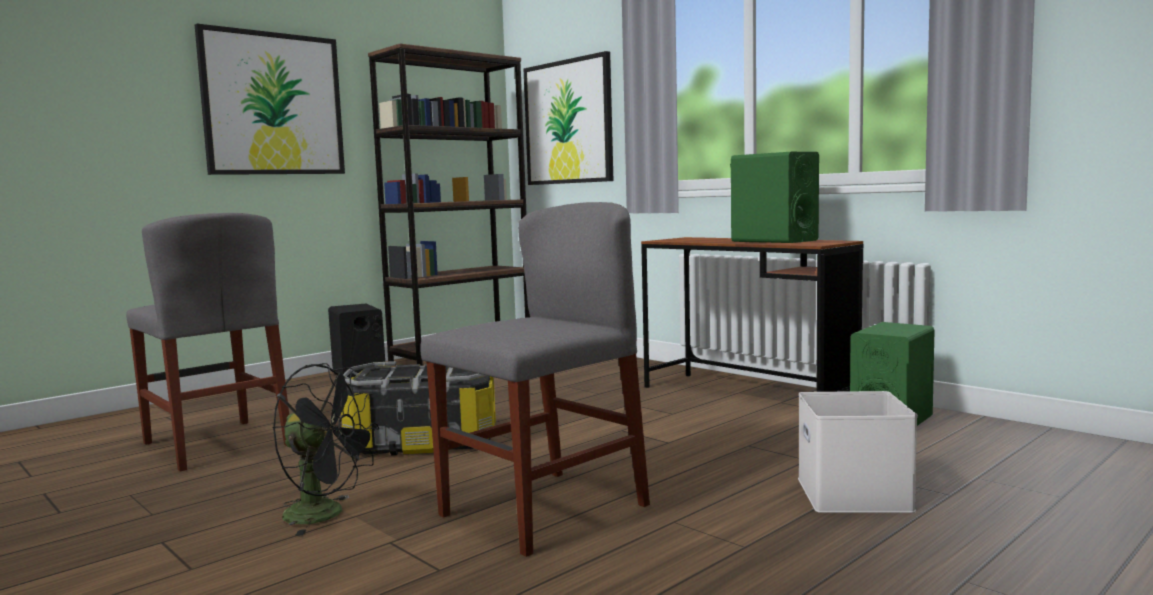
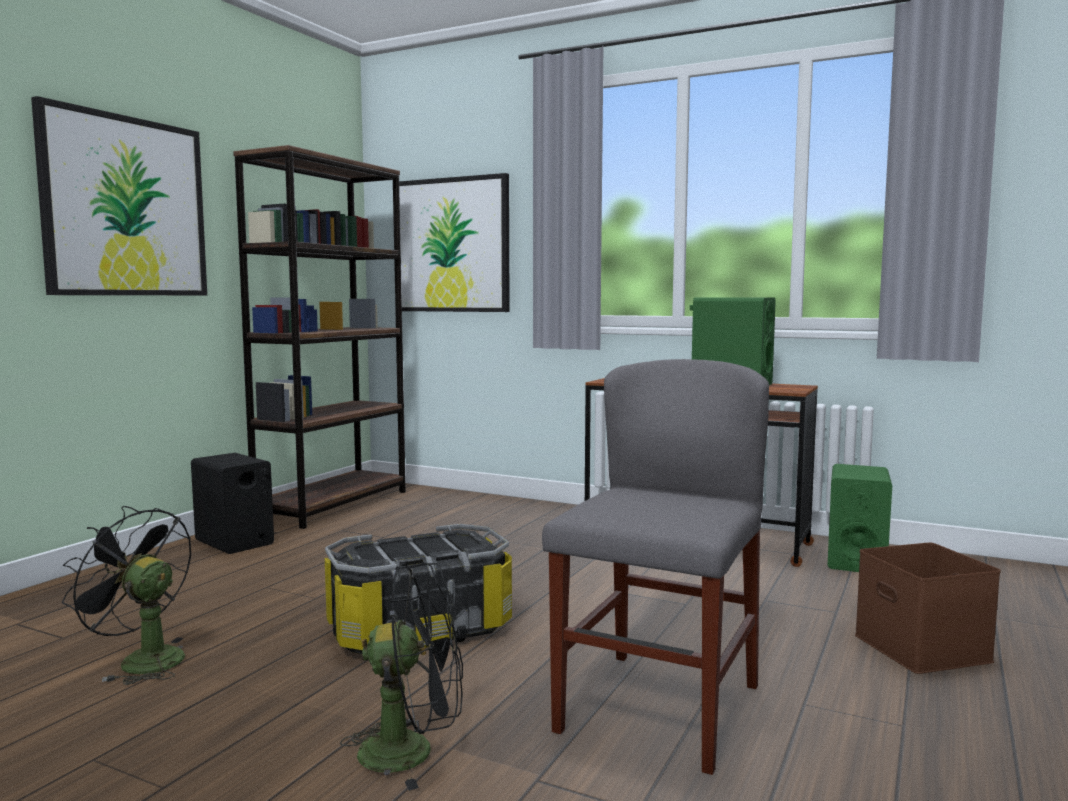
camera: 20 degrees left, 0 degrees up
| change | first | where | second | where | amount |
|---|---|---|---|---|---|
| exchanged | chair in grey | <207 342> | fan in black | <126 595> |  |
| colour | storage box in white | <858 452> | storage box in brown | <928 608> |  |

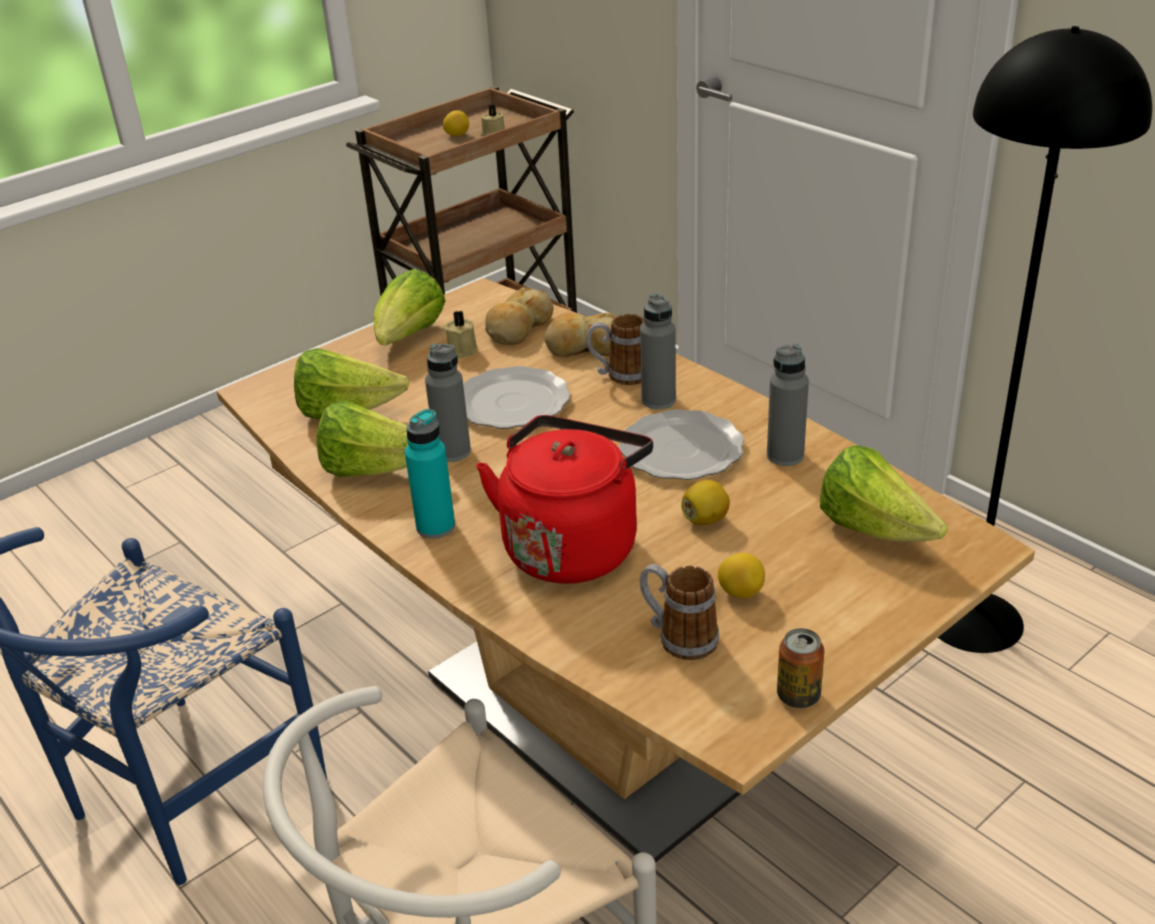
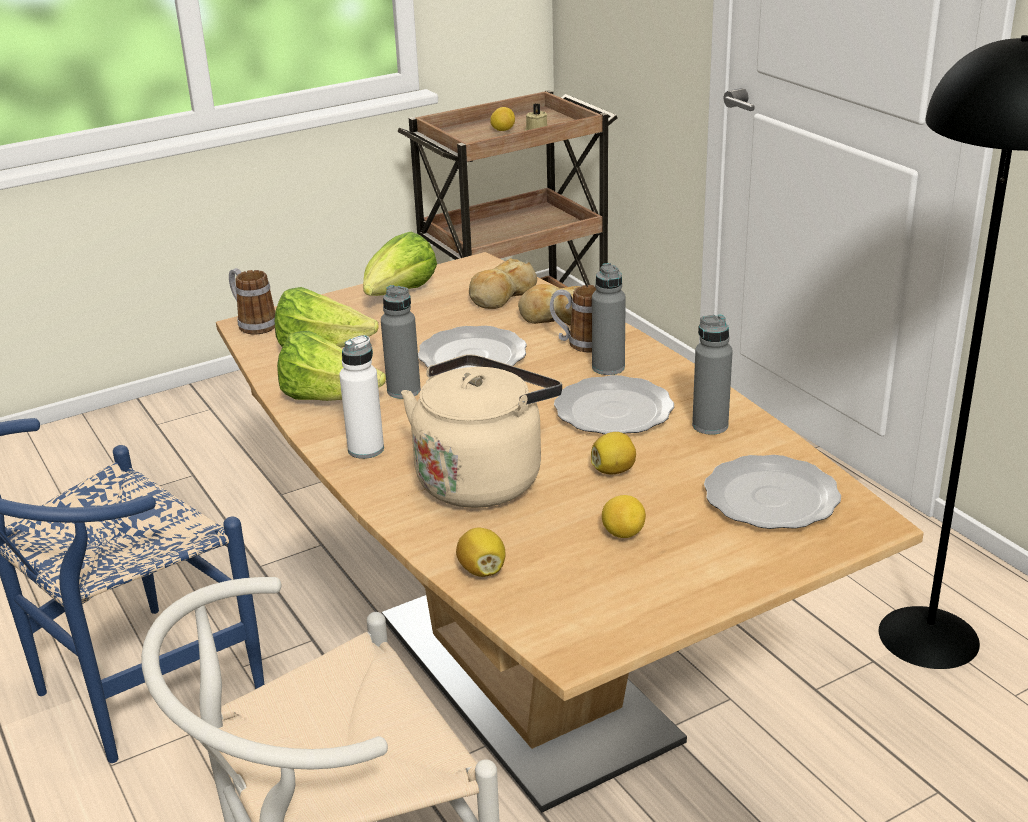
camera: 10 degrees right, 5 degrees down
| change | first | where | second | where | amount |
|---|---|---|---|---|---|
| colour | bottle in turquoise | <430 474> | bottle in white | <361 397> |  |
| missing | candle in beige | <461 334> |  |  |  |
| colour | kettle in red | <564 499> | kettle in beige | <481 431> |  |
| relocated | mug | <679 612> |  | <252 301> |  |
| missing | can | <800 668> |  |  |  |
| exchanged | lettuce | <884 493> | plate | <772 492> |  |
| appeared |  |  | lemon | <480 552> |  |

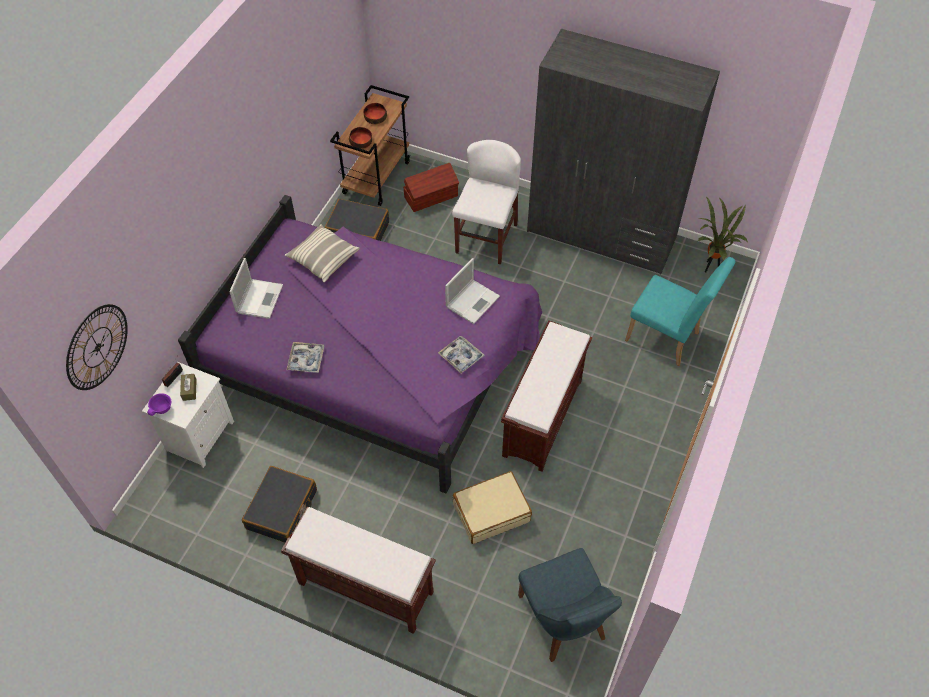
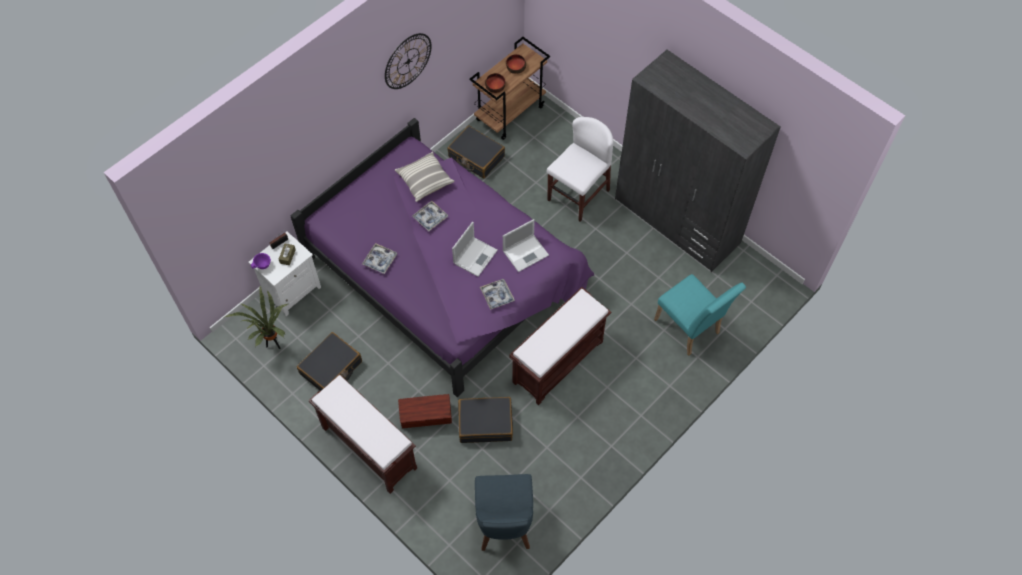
camera: 20 degrees right, 5 degrees up
| change | first | where | second | where | amount |
|---|---|---|---|---|---|
| relocated | wall clock | <97 347> |  | <408 61> |  |
| relocated | laptop | <256 288> |  | <475 249> |  |
| relocated | storage box in brown | <431 187> |  | <425 411> |  |
| colour | suitcase in beige | <492 507> | suitcase in black | <485 420> |  |
| relocated | potted plant | <723 234> |  | <256 317> |  |
| appeared |  |  | tray | <430 216> |  |

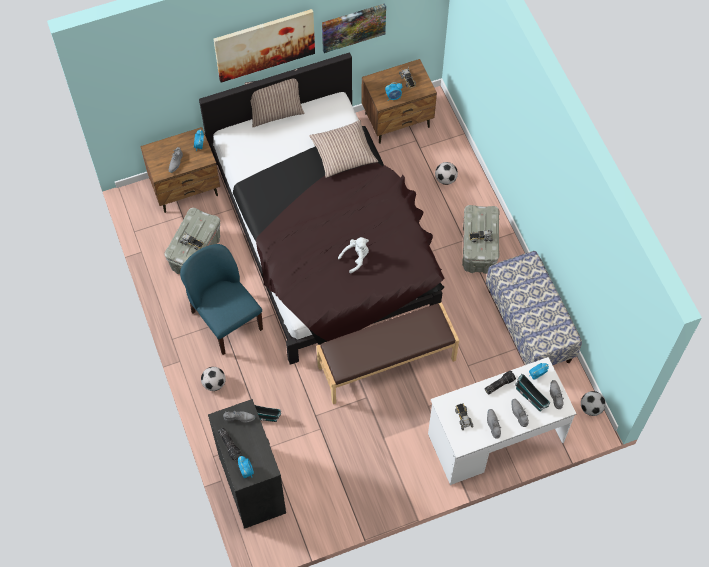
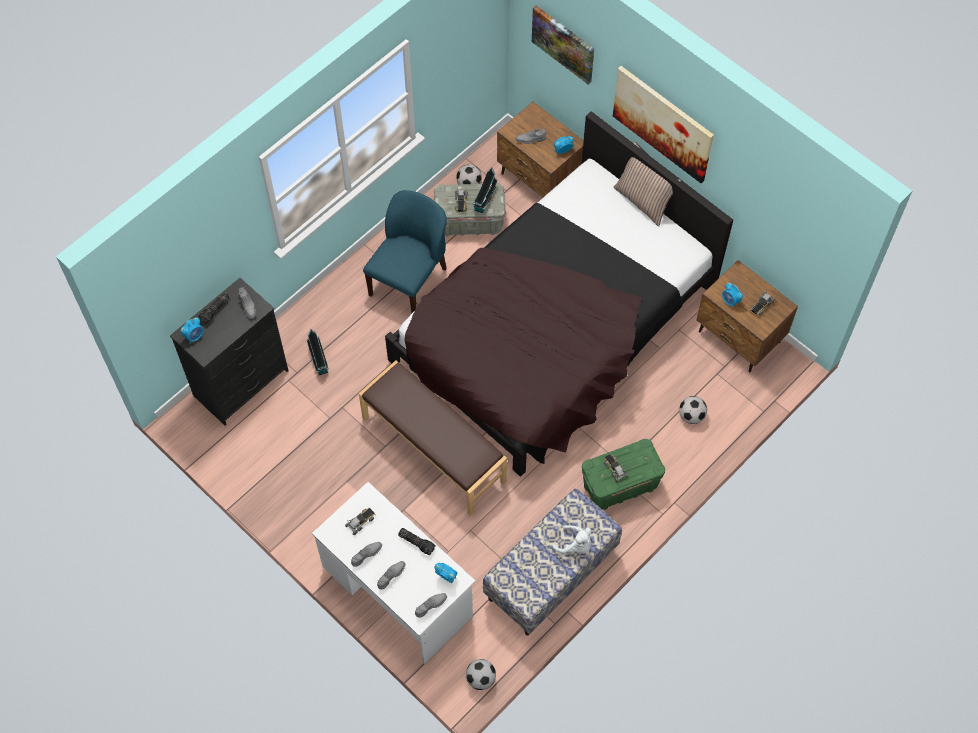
camera: 65 degrees right, 0 degrees up
| change | first | where | second | where | amount |
|---|---|---|---|---|---|
| relocated | football | <213 379> |  | <469 174> |  |
| missing | pillow | <343 149> |  |  |  |
| relocated | picture | <354 28> |  | <563 45> |  |
| relocated | plush toy in white | <353 255> |  | <571 539> |  |
| colour | storage box in grey | <481 239> | storage box in green | <623 474> |  |
| relocated | toy house | <532 392> |  | <485 190> |  |

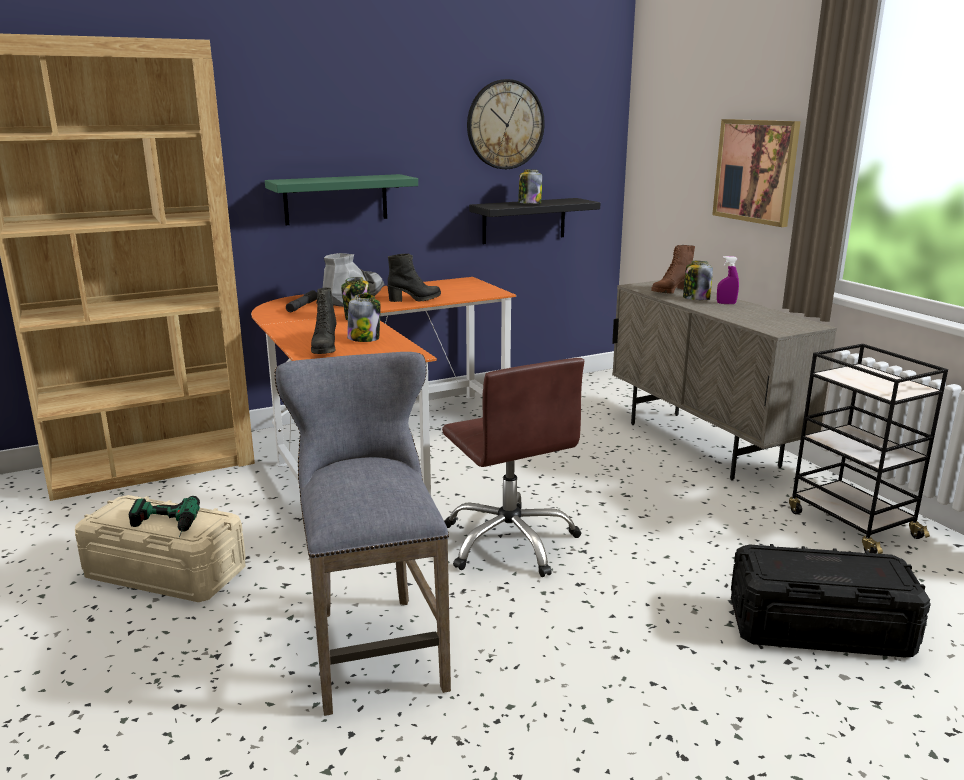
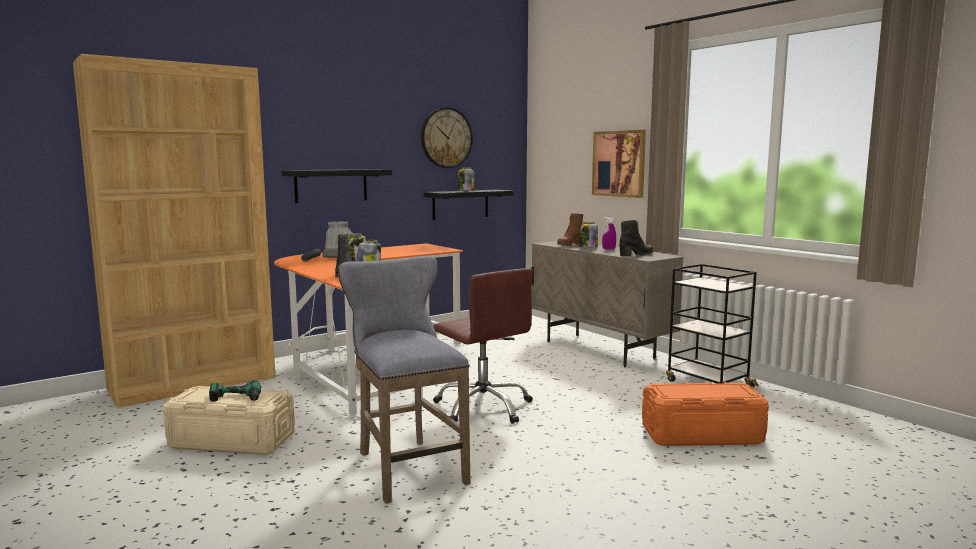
camera: 10 degrees left, 10 degrees down
| change | first | where | second | where | amount |
|---|---|---|---|---|---|
| colour | shelf in green | <341 199> | shelf in black | <336 186> |  |
| relocated | boot in black | <414 278> |  | <636 238> |  |
| colour | storage box in black | <831 600> | storage box in orange | <705 414> |  |

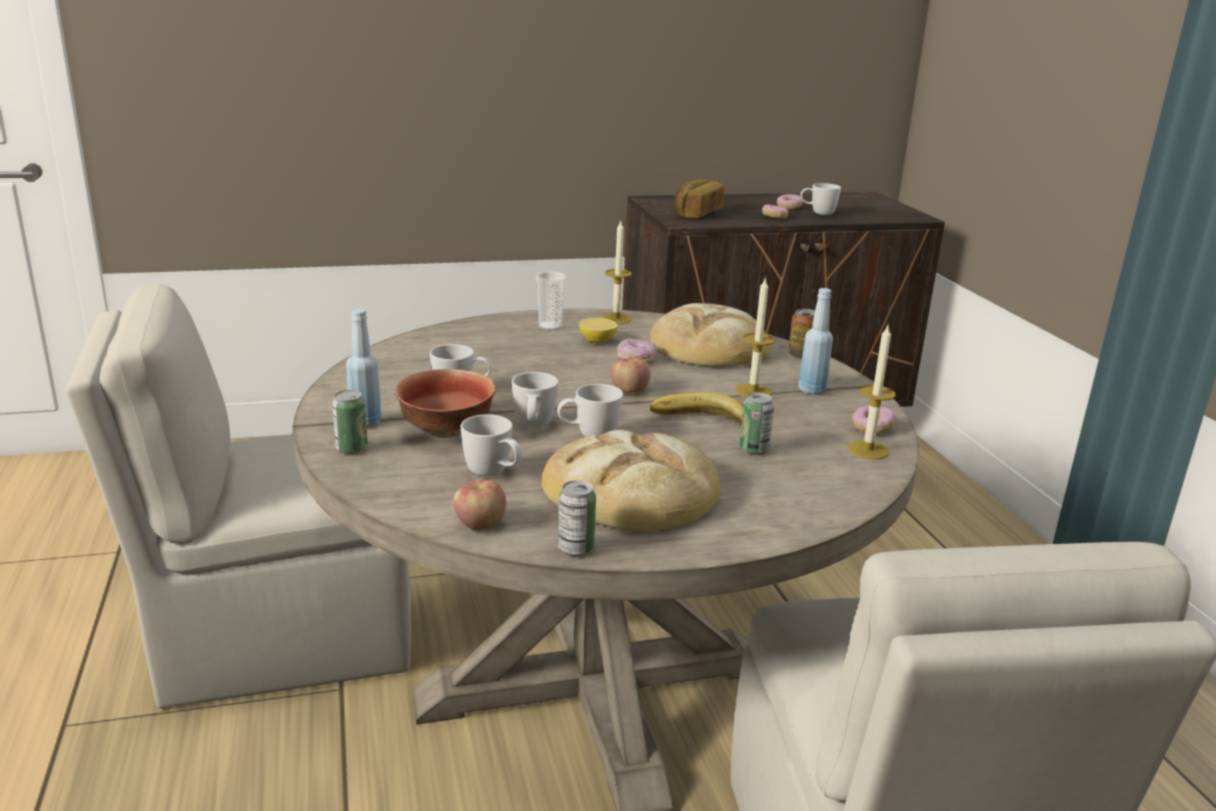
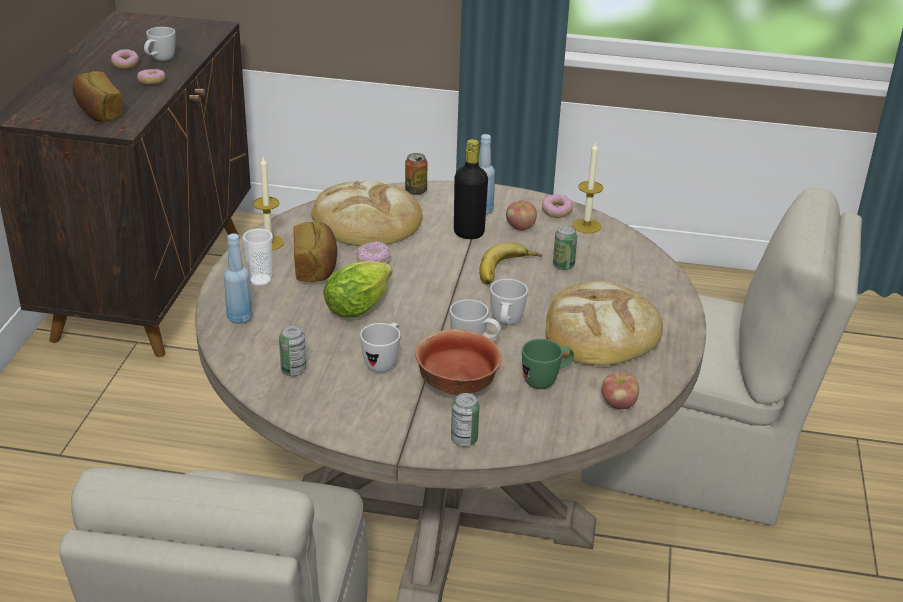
camera: 65 degrees left, 10 degrees up
| change | first | where | second | where | amount |
|---|---|---|---|---|---|
| relocated | bottle in blue | <363 368> |  | <238 278> |  |
| colour | mug in white | <491 445> | mug in green | <548 364> |  |
| relocated | can | <577 518> |  | <292 351> |  |
| exchanged | lemon | <598 330> | bread | <315 252> |  |
| relocated | apple | <631 375> |  | <521 216> |  |
| exchanged | candle | <755 337> | bottle in black | <471 189> |  |
| appeared |  |  | lettuce | <357 289> |  |

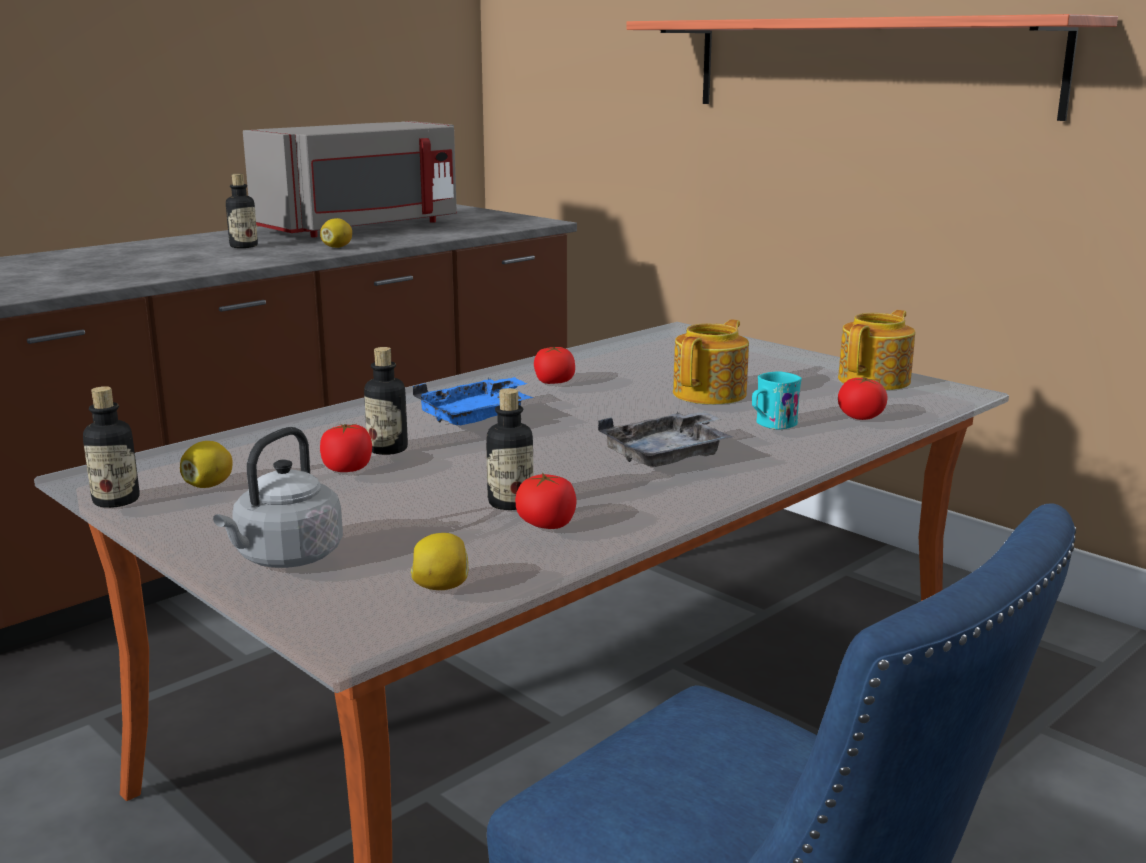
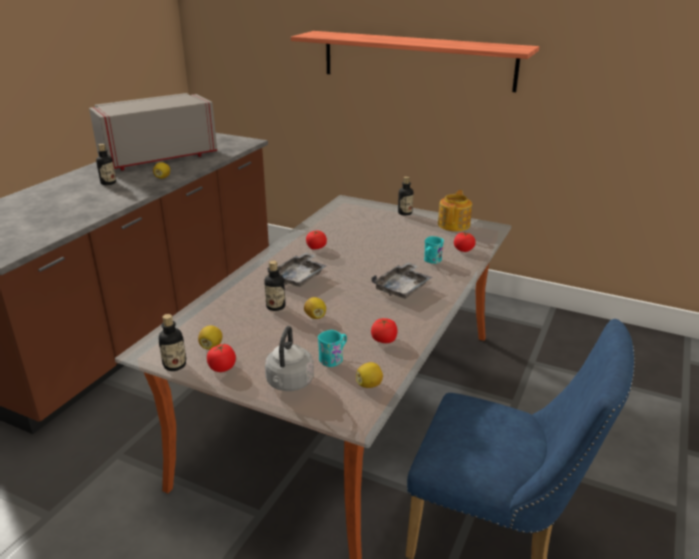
camera: 20 degrees left, 10 degrees up
| change | first | where | second | where | amount |
|---|---|---|---|---|---|
| spun | microwave in grey | <350 179> |  | <153 132> | 150 degrees counterclockwise |
| relocated | tomato | <346 448> |  | <221 358> |  |
| colour | tray in blue | <473 401> | tray in grey | <297 269> |  |
| relocated | bottle | <509 449> |  | <405 195> |  |
| missing | teapot | <711 361> |  |  |  |
| appeared |  |  | lemon | <315 308> |  |
| appeared |  |  | mug in turquoise | <332 348> |  |

